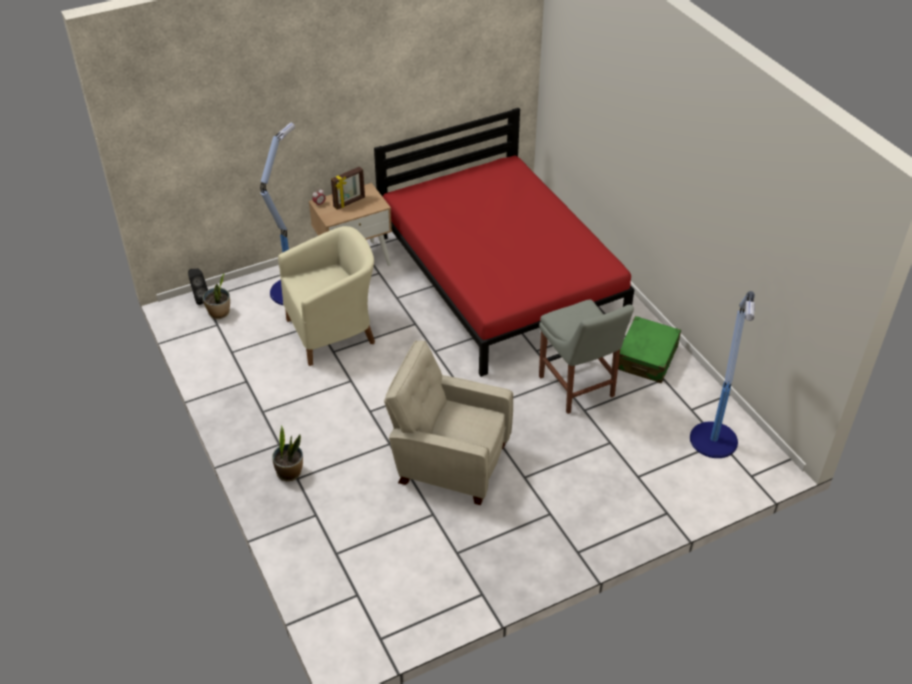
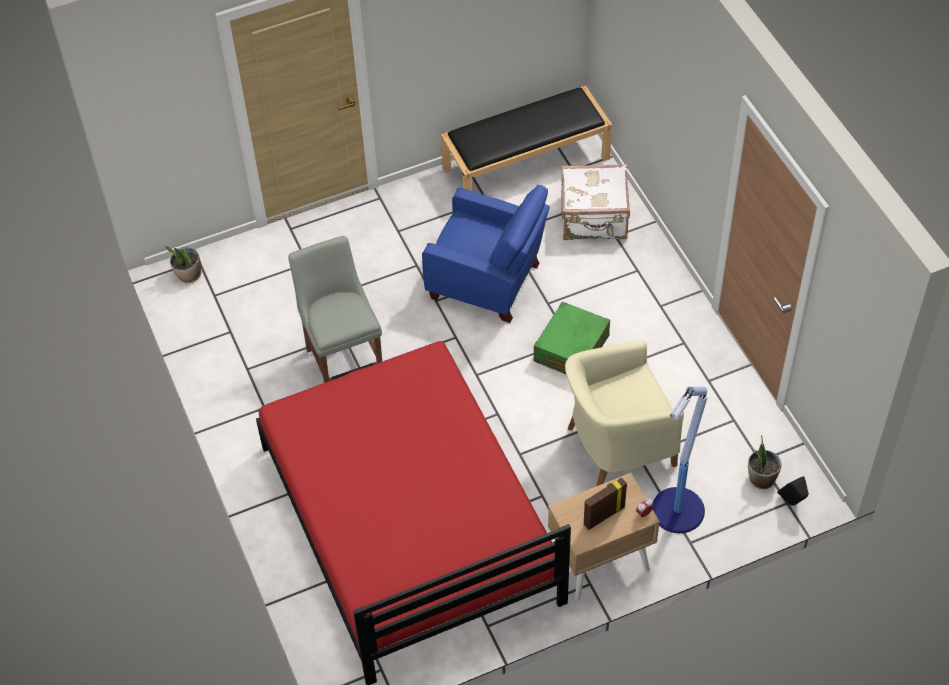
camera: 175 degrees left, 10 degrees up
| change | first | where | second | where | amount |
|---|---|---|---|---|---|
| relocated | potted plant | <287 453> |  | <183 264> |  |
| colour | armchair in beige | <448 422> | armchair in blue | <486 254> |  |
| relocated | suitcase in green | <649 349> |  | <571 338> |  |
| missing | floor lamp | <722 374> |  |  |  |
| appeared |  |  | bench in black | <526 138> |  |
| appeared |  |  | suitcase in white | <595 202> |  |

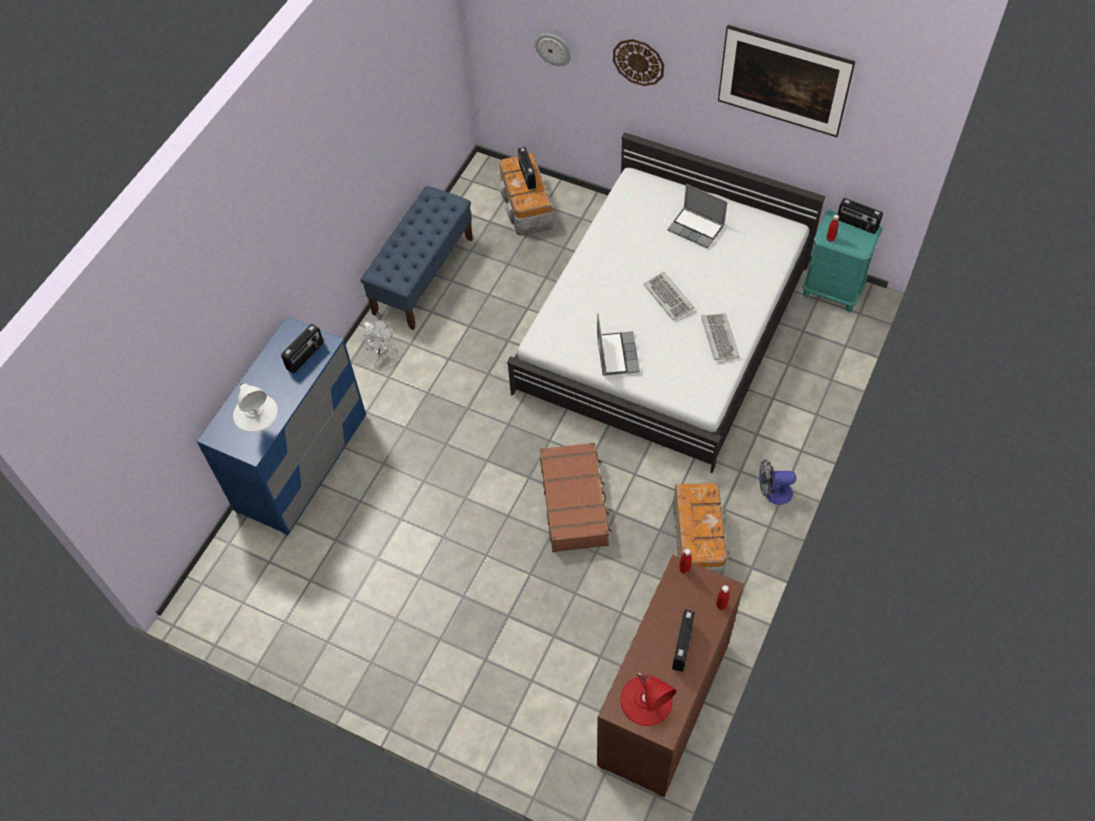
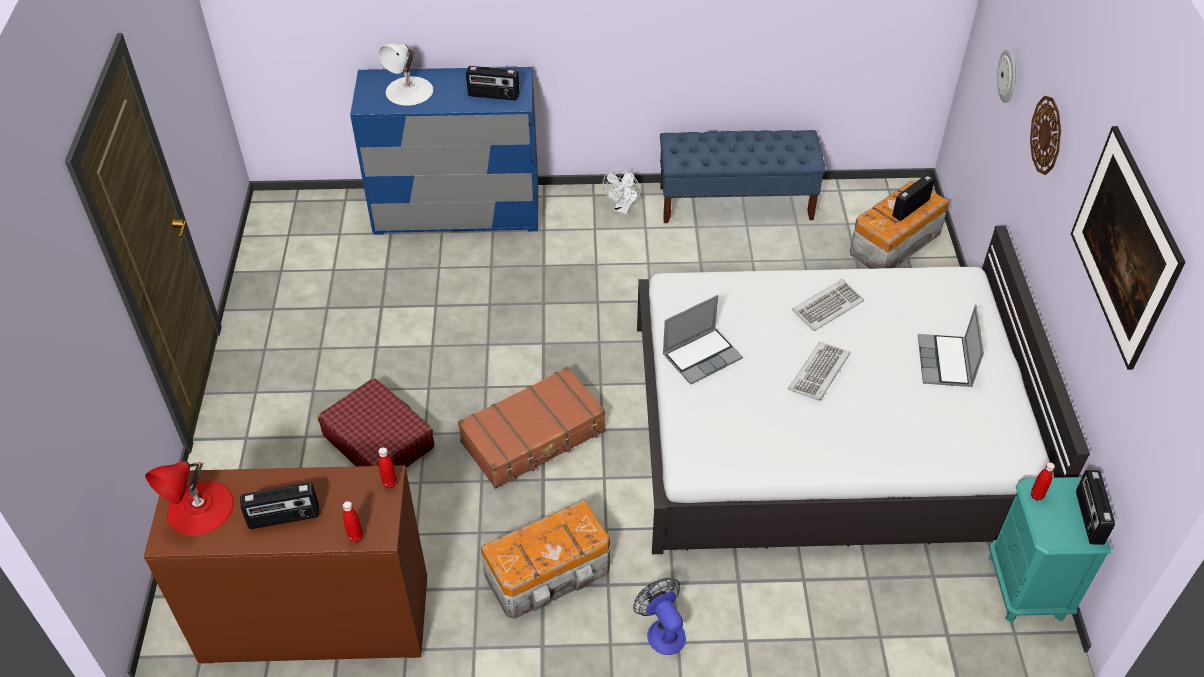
camera: 60 degrees right, 10 degrees down
| change | first | where | second | where | amount |
|---|---|---|---|---|---|
| relocated | keyboard | <720 336> |  | <828 305> |  |
| appeared |  |  | suitcase in red | <376 423> |  |

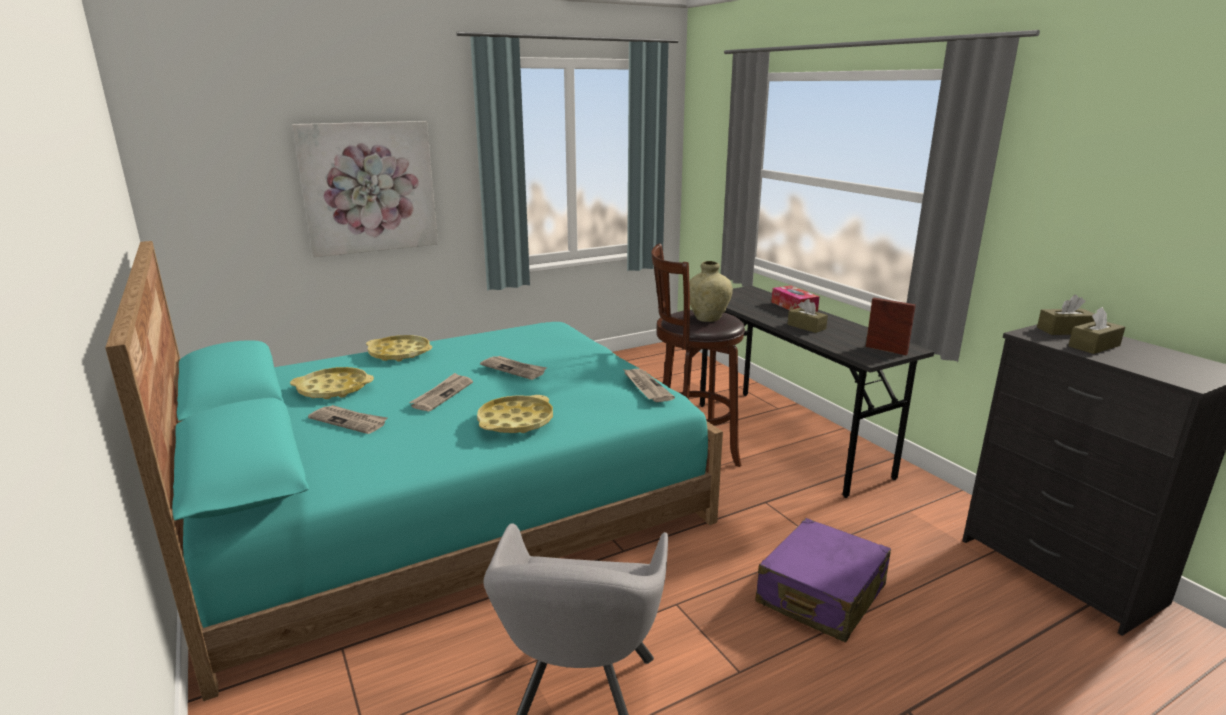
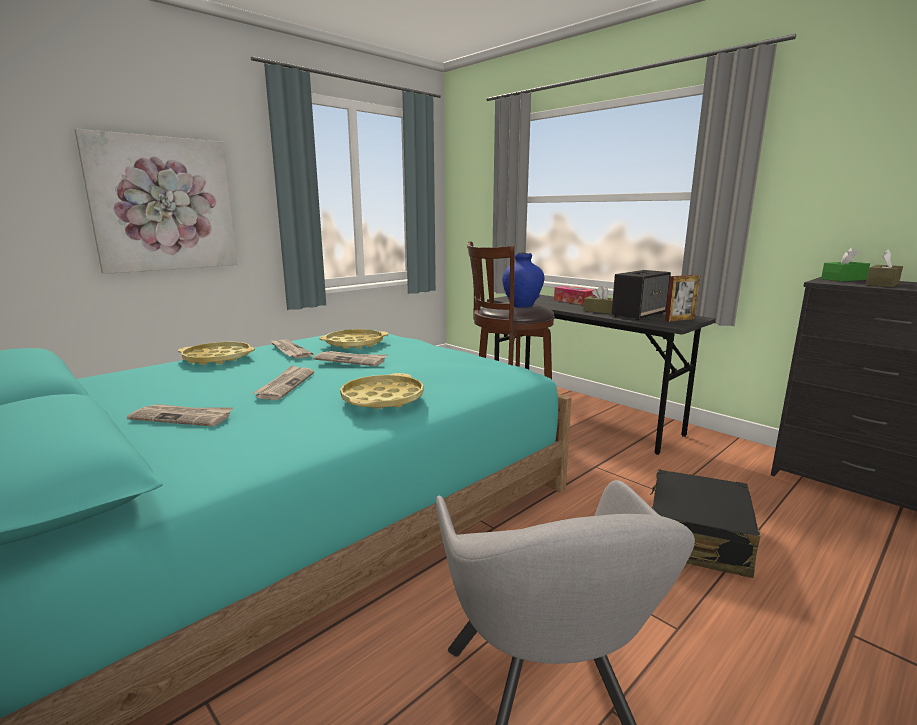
camera: 15 degrees left, 5 degrees down
| change | first | where | second | where | amount |
|---|---|---|---|---|---|
| relocated | tray in yellow | <332 383> |  | <353 339> |  |
| relocated | newspaper | <649 385> |  | <292 349> |  |
| colour | vase in beige | <711 291> | vase in blue | <523 280> |  |
| colour | suitcase in purple | <823 580> | suitcase in black | <705 523> |  |
| spun | picture frame | <891 326> |  | <683 298> | 135 degrees clockwise |
| colour | tissue box in brown | <1065 315> | tissue box in green | <845 264> |  |
| appeared |  |  | speaker | <641 295> |  |

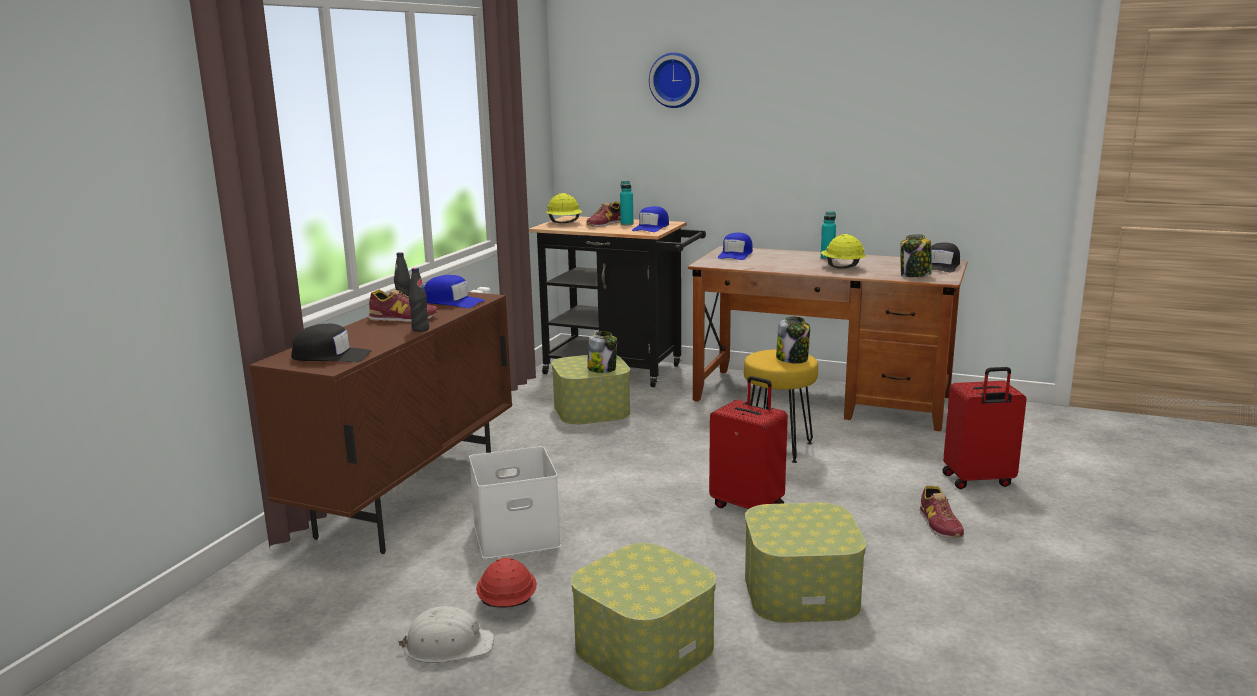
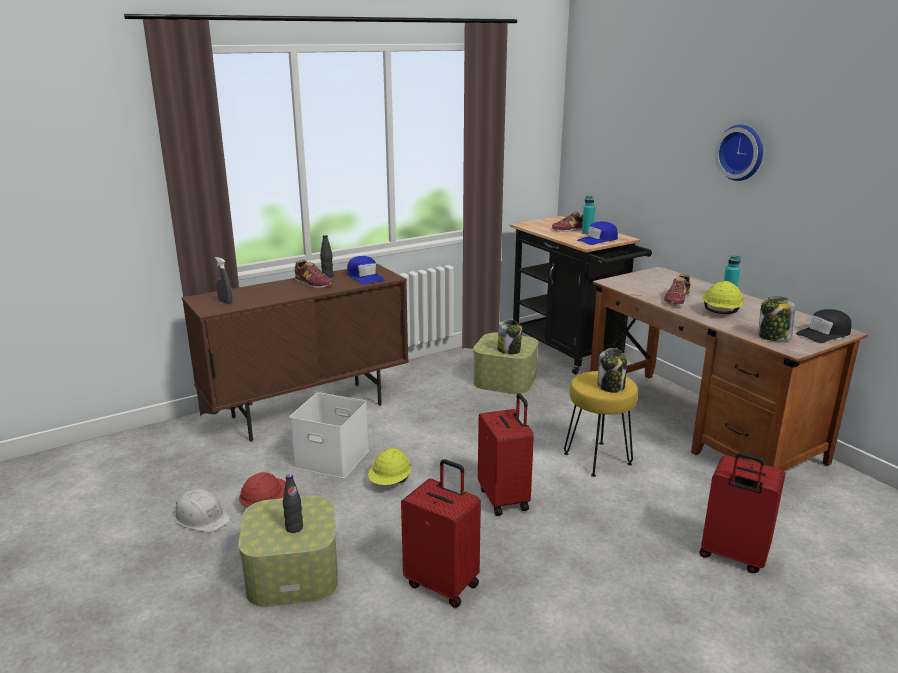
camera: 35 degrees right, 5 degrees up
| change | first | where | second | where | amount |
|---|---|---|---|---|---|
| exchanged | cap in black | <331 343> | spray bottle in grey | <223 280> |  |
| relocated | bottle in black | <419 300> |  | <293 503> |  |
| relocated | hard hat in yellow | <564 208> |  | <389 466> |  |
| relocated | wall clock | <674 80> |  | <739 153> |  |
| missing | cap in blue | <735 246> |  |  |  |
| exchanged | storage box | <805 563> | suitcase in red | <441 533> |  |
| relocated | shoe | <941 512> |  | <677 290> |  |

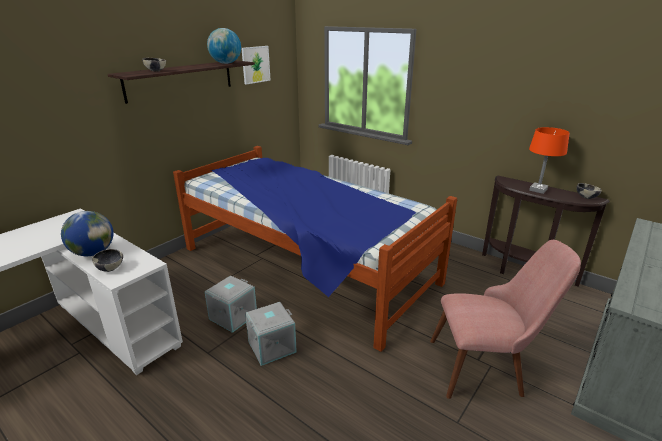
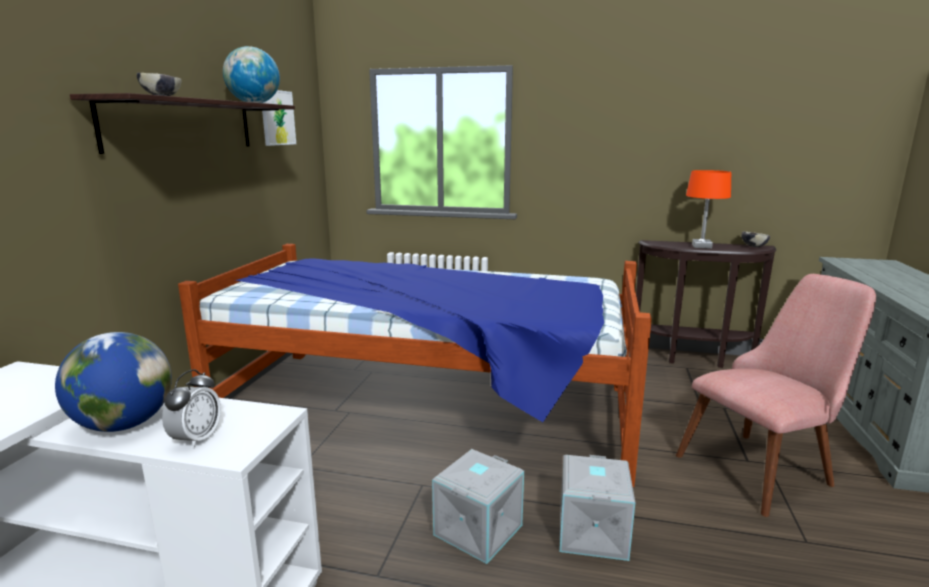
camera: 25 degrees left, 10 degrees down
| change | first | where | second | where | amount |
|---|---|---|---|---|---|
| exchanged | bowl | <107 260> | alarm clock | <191 409> |  |
| relocated | storage box in grey | <231 304> |  | <597 508> |  |

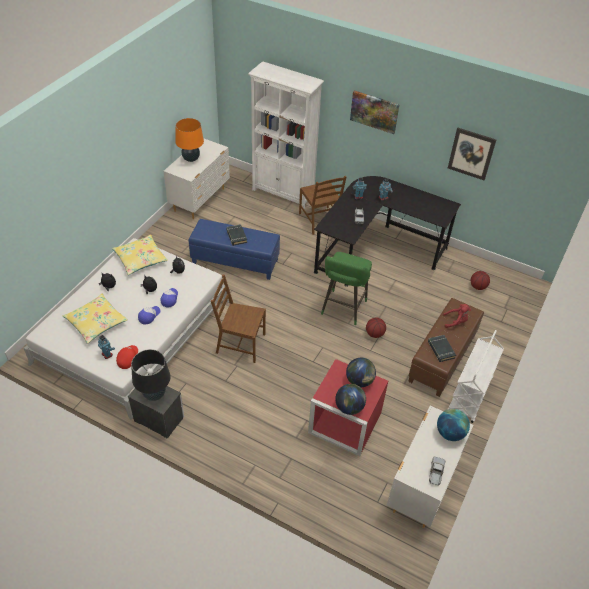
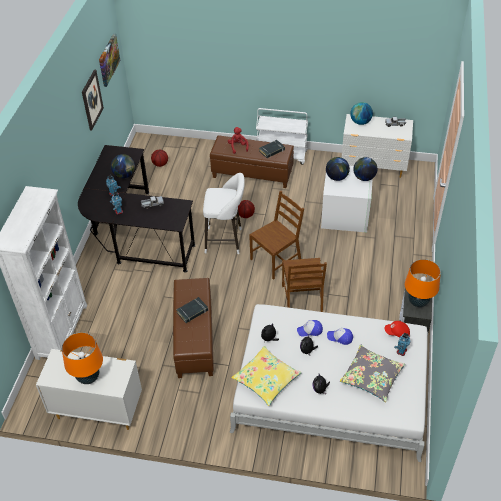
camera: 105 degrees left, 0 degrees up
| change | first | where | second | where | amount |
|---|---|---|---|---|---|
| colour | pillow in yellow | <95 319> | pillow in grey | <372 373> |  |
| colour | table lamp in black | <150 375> | table lamp in orange | <423 283> |  |
| colour | ottoman in blue | <234 249> | ottoman in brown | <193 328> |  |
| relocated | chair in brown | <322 205> |  | <276 235> |  |
| colour | storage box in red | <348 407> | storage box in white | <347 199> |  |
| colour | stool in green | <346 288> | stool in white | <224 213> |  |
| relocated | picture | <375 112> |  | <109 60> |  |
| appeared |  |  | globe | <123 166> |  |

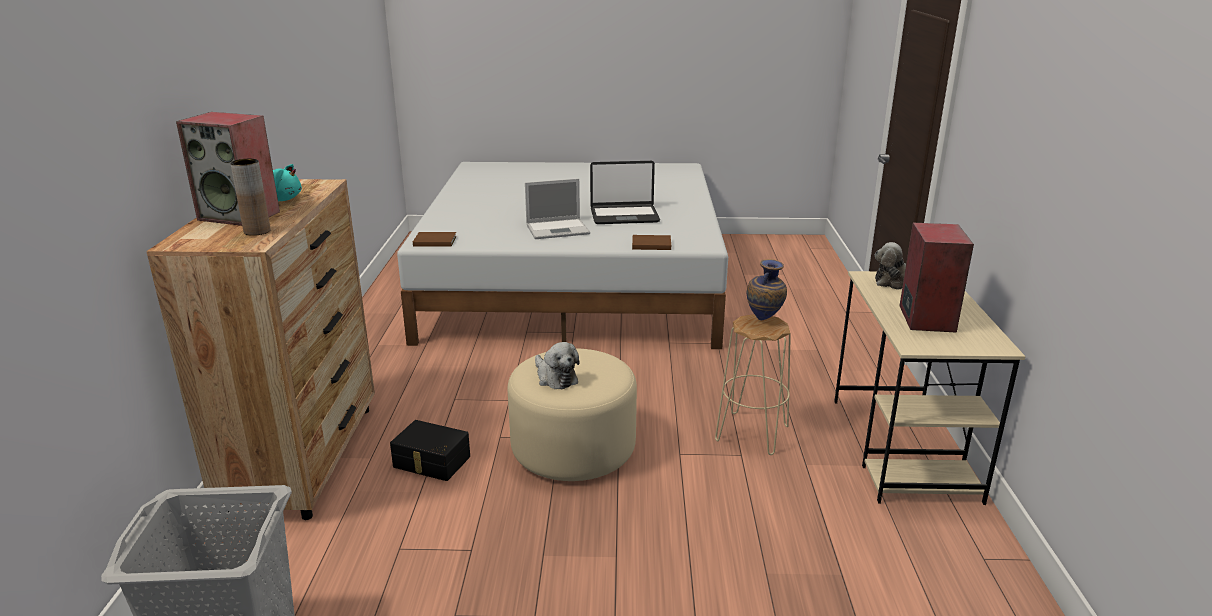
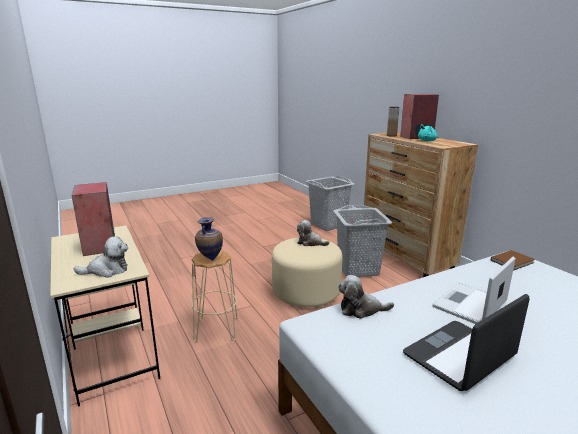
camera: 150 degrees right, 5 degrees down
| change | first | where | second | where | amount |
|---|---|---|---|---|---|
| exchanged | storage box in black | <430 450> | laundry basket in grey | <362 241> |  |
| exchanged | book in brown | <651 242> | plush toy | <366 297> |  |

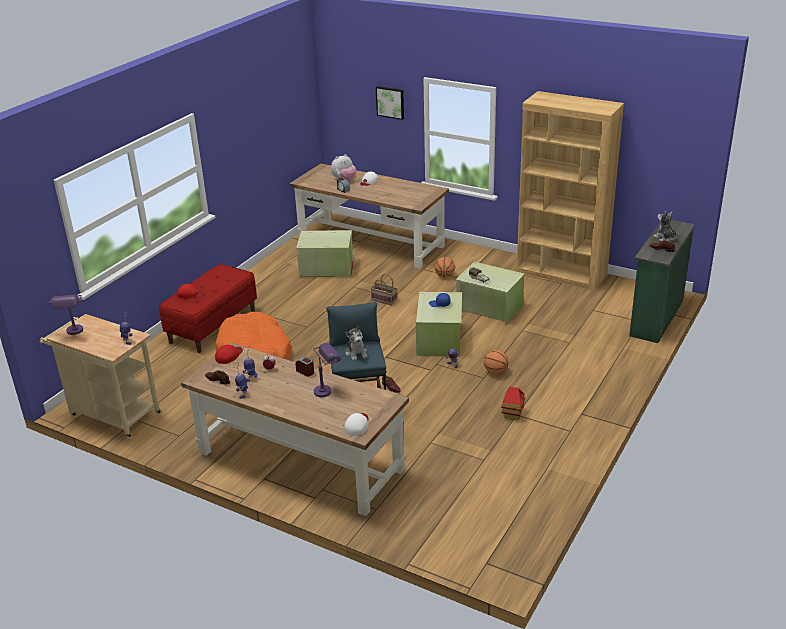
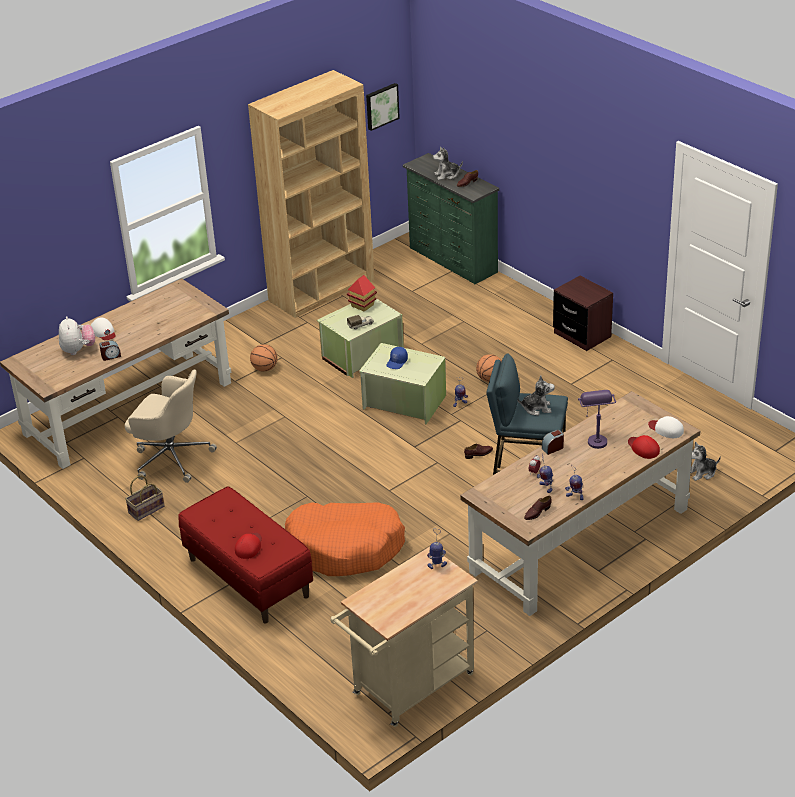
camera: 70 degrees left, 5 degrees up
| change | first | where | second | where | amount |
|---|---|---|---|---|---|
| missing | table lamp in purple | <66 315> |  |  |  |
| relocated | cap in red | <229 354> |  | <644 447> |  |
| exchanged | storage box in green | <324 254> | office chair in beige | <171 426> |  |
| relocated | basket | <383 289> |  | <144 498> |  |
| relocated | picture | <390 103> |  | <383 107> |  |
| relocated | toy house | <513 403> |  | <362 293> |  |
| appeared |  |  | nightstand in brown | <583 313> |  |
| appeared |  |  | plush toy | <705 461> |  |

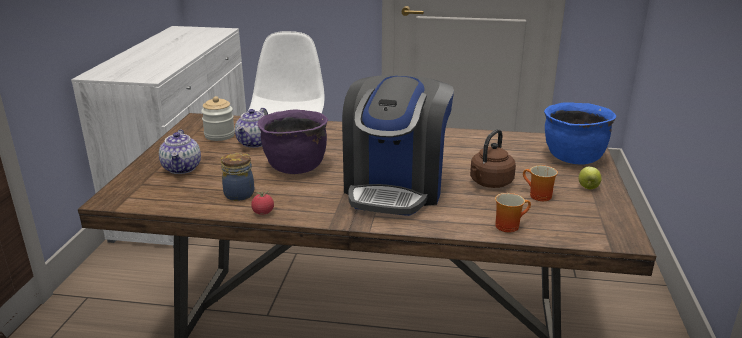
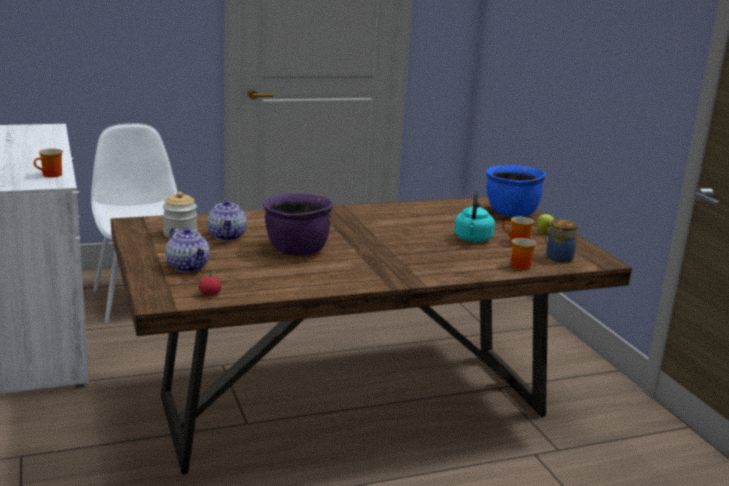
camera: 30 degrees left, 5 degrees down
| change | first | where | second | where | amount |
|---|---|---|---|---|---|
| relocated | jar | <237 176> |  | <561 241> |  |
| relocated | tomato | <262 203> |  | <210 284> |  |
| missing | coffee machine | <398 145> |  |  |  |
| colour | kettle in brown | <493 158> | kettle in turquoise | <474 216> |  |
| appeared |  |  | mug | <48 163> |  |

